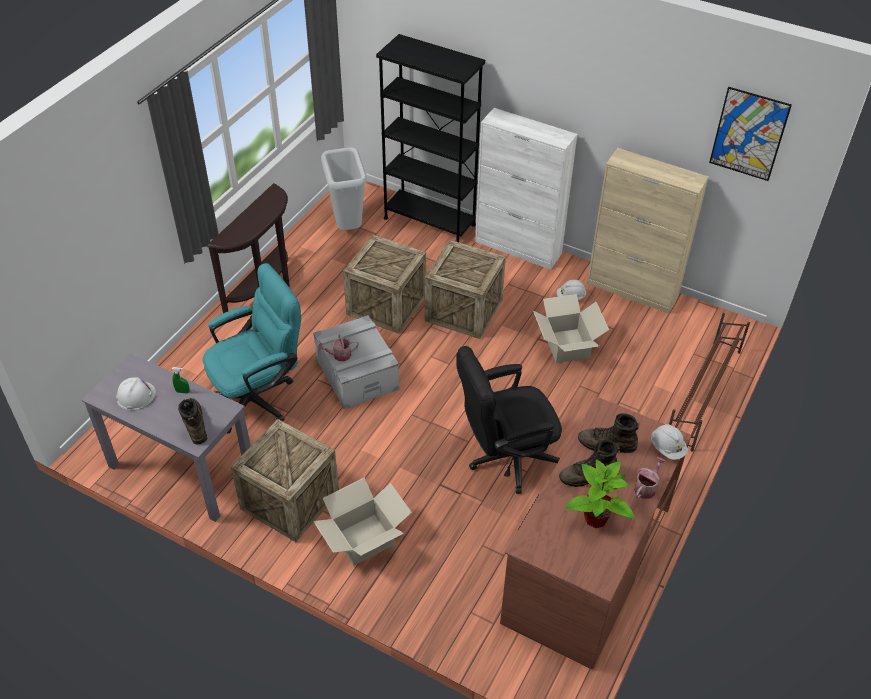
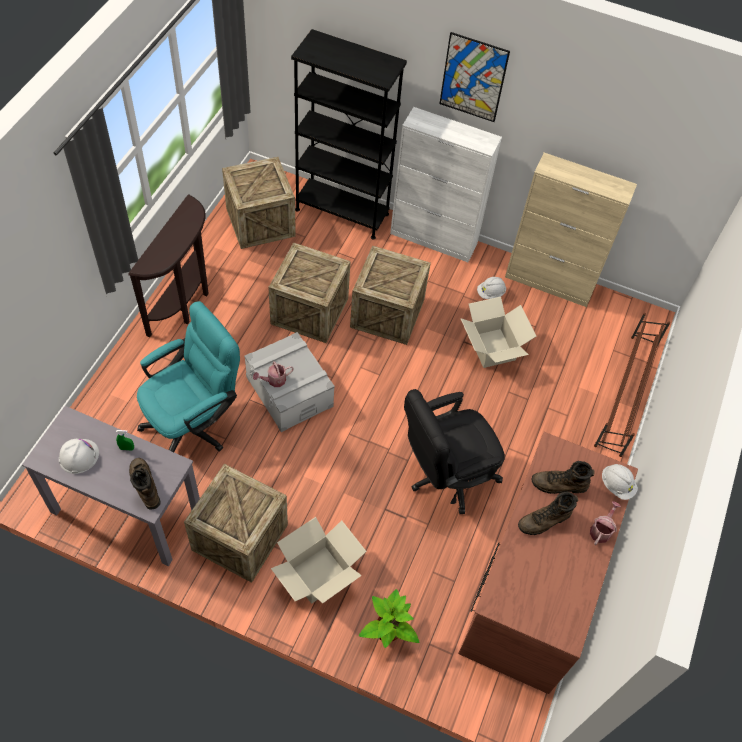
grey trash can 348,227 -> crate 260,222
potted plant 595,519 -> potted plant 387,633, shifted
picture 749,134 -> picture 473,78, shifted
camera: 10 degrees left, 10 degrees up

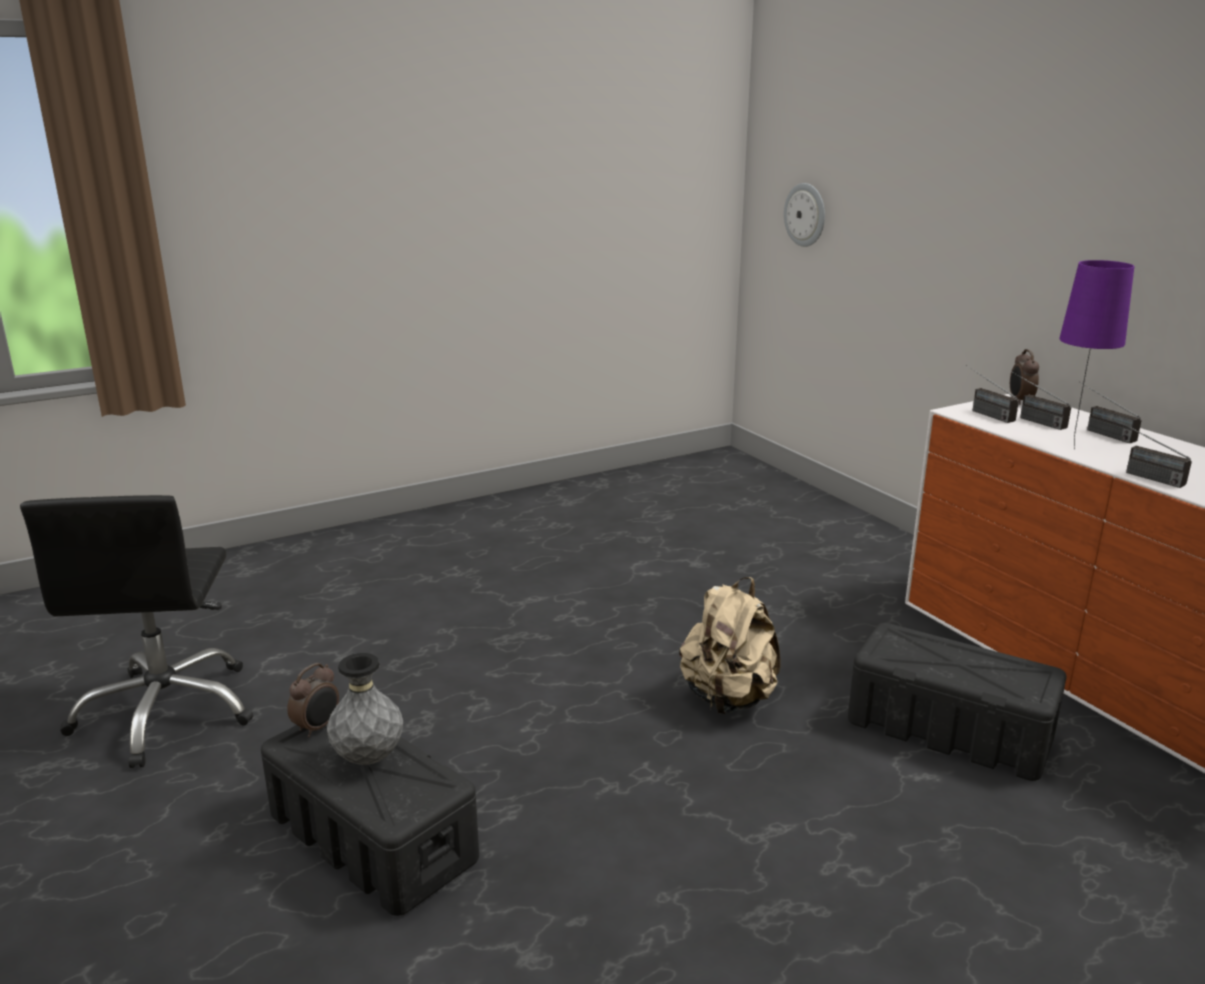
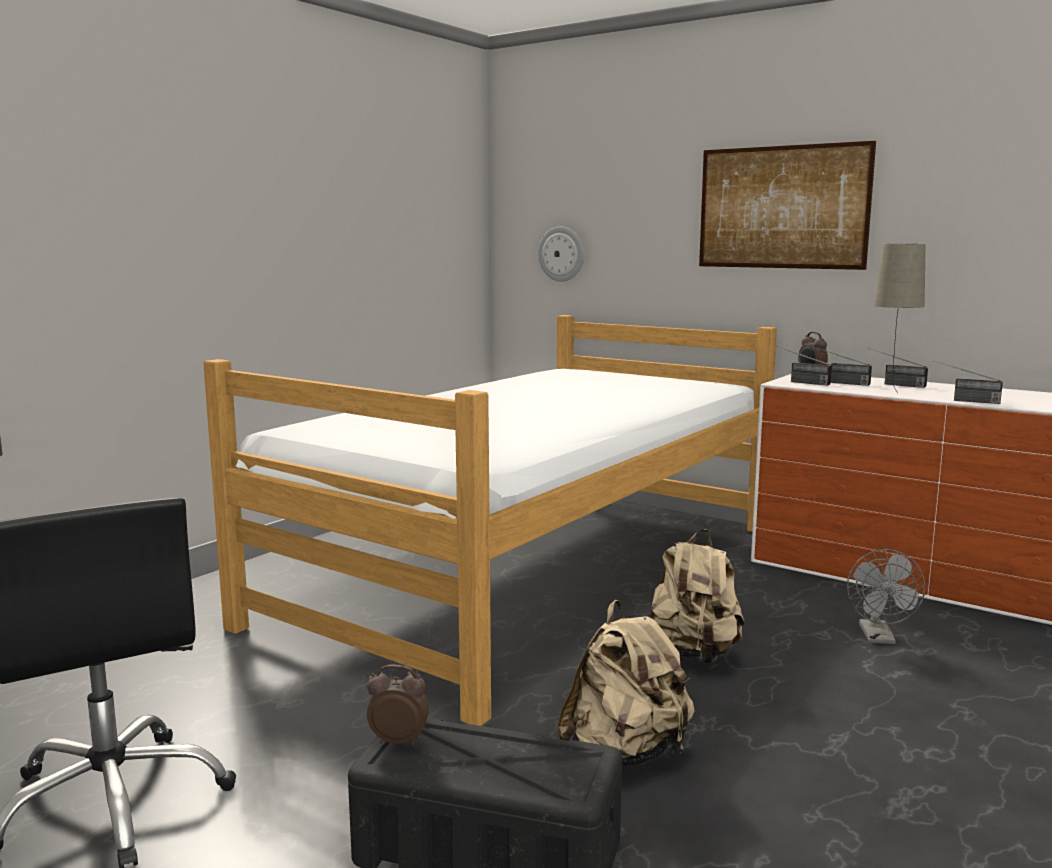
alarm clock 317,727 -> alarm clock 399,740, 90 degrees counterclockwise
grey vase 368,758 -> none
black storage box 950,730 -> grey fan 879,638
purple table lamp 1072,444 -> beige table lamp 890,391
none -> bed 535,573
none -> beige backpack 625,753
none -> picture 782,207
camera: 25 degrees left, 10 degrees down

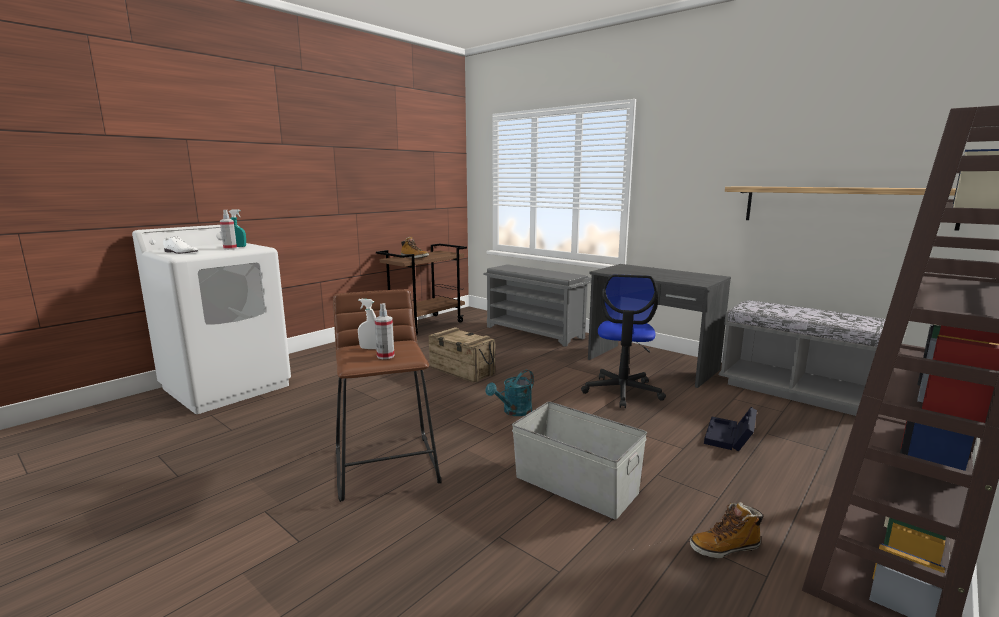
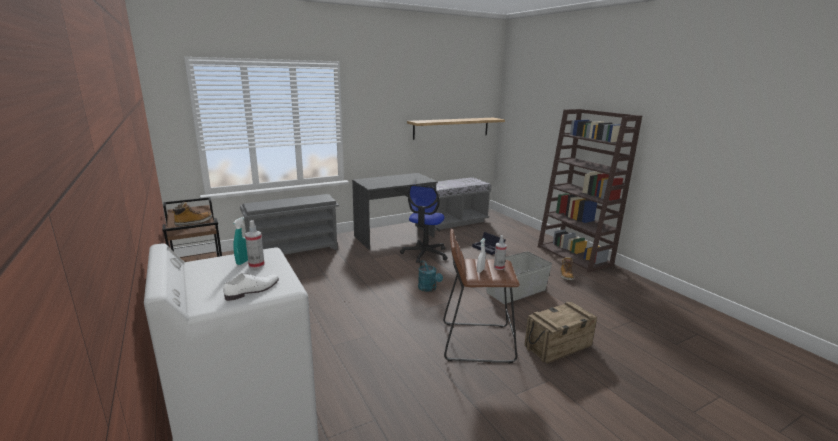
crate 461,370 -> crate 558,346, shifted
office chair 622,392 -> office chair 425,254, 75 degrees clockwise
camera: 70 degrees left, 5 degrees up

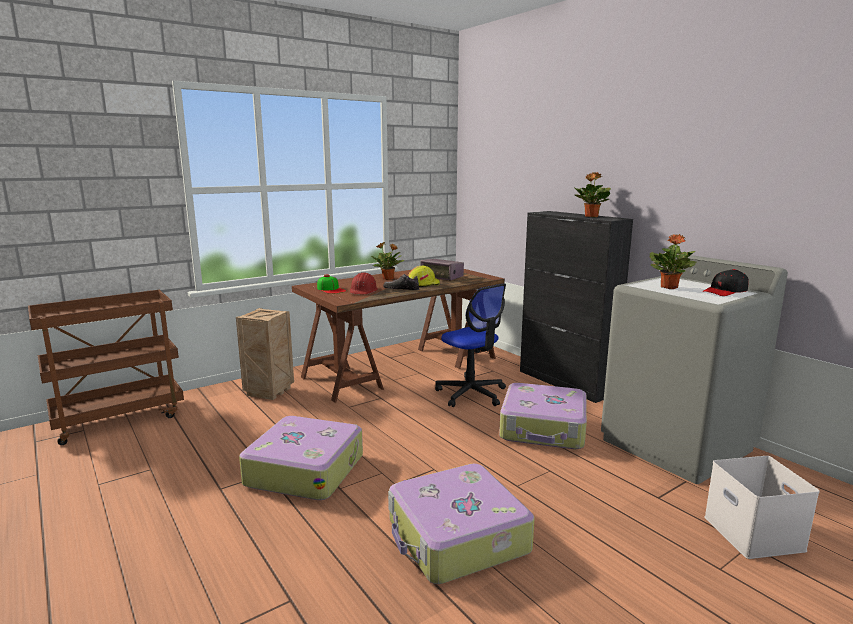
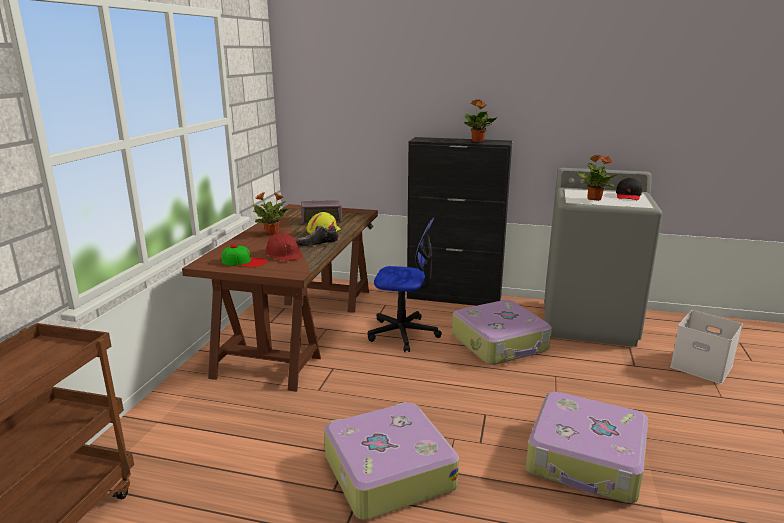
crate 269,391 -> none
camera: 40 degrees left, 5 degrees up

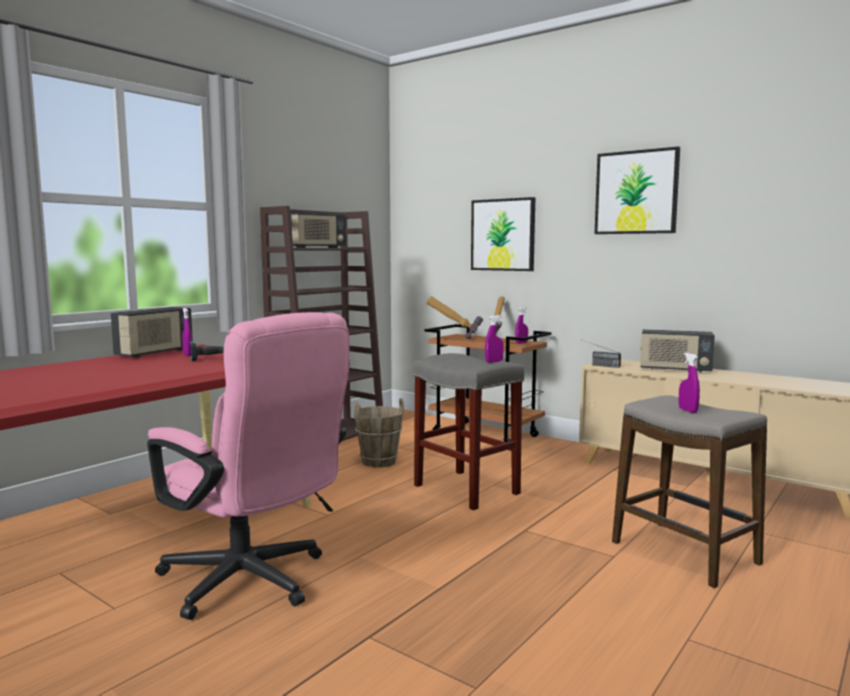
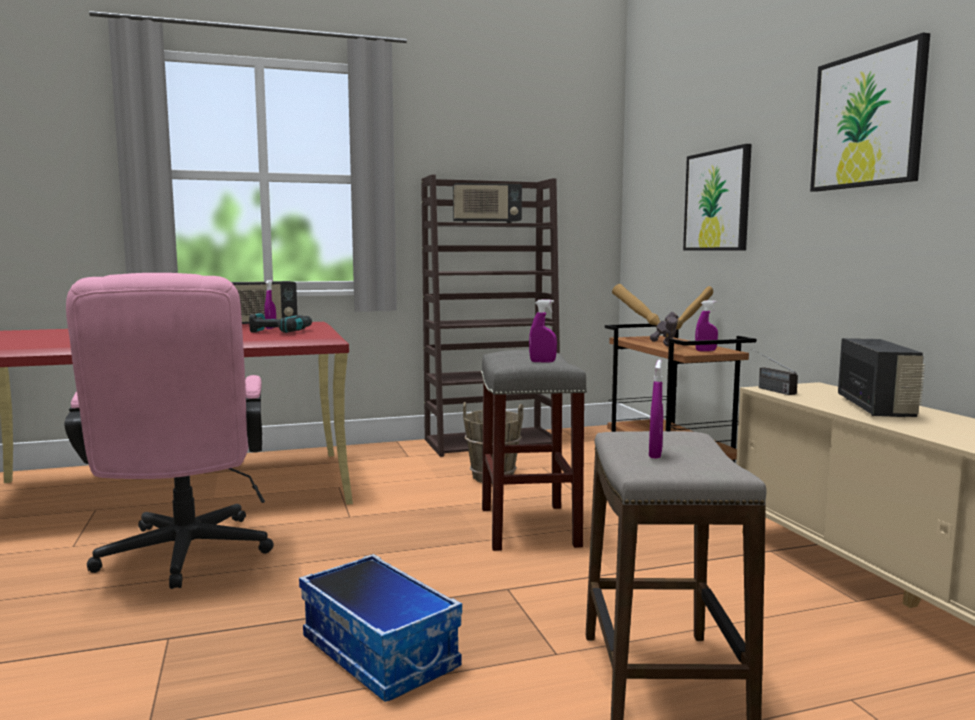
radio 674,370 -> radio 876,408, 135 degrees counterclockwise
none -> storage box 381,653
camera: 35 degrees right, 0 degrees up

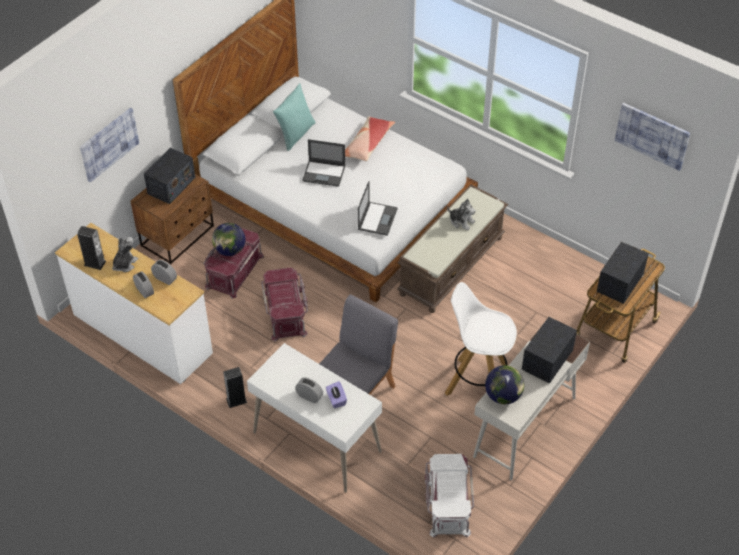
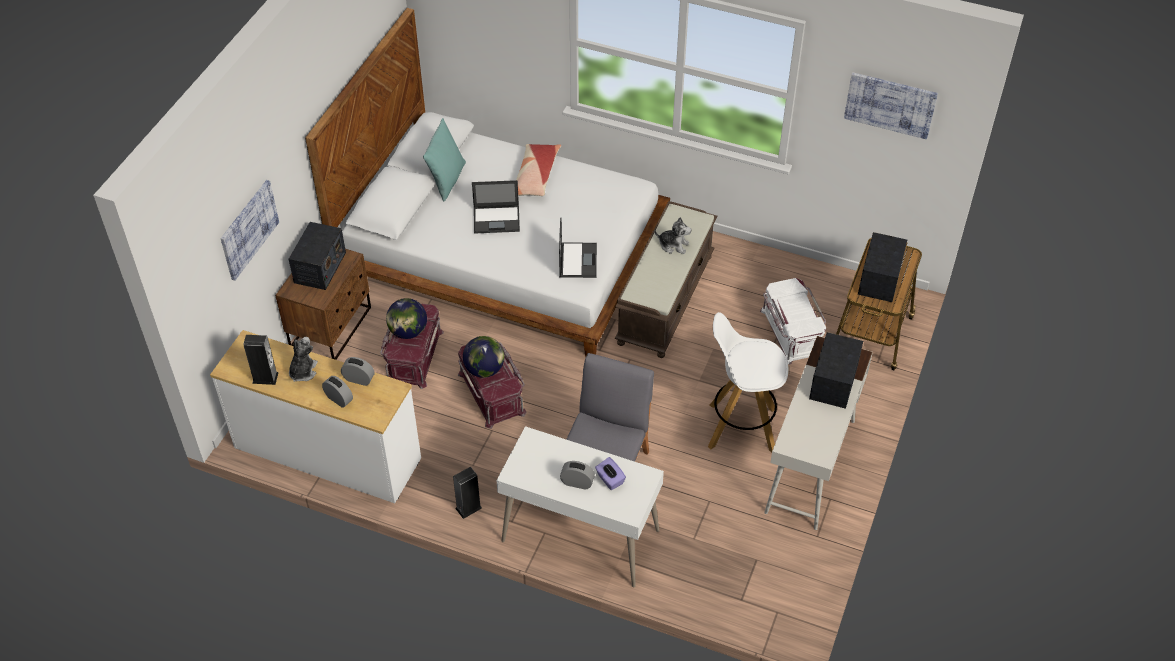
white storage box 447,503 -> white storage box 790,332, shifted
globe 503,396 -> globe 484,370, shifted
camera: 15 degrees left, 0 degrees up

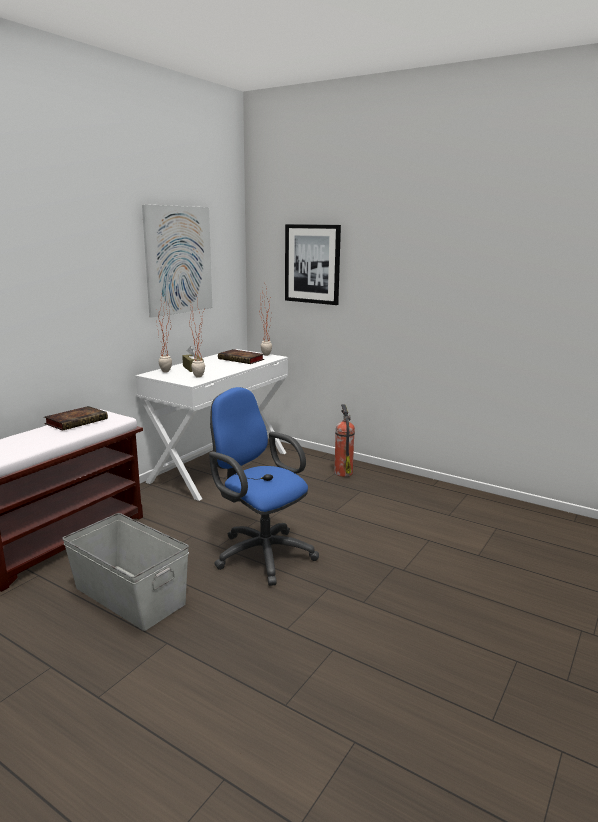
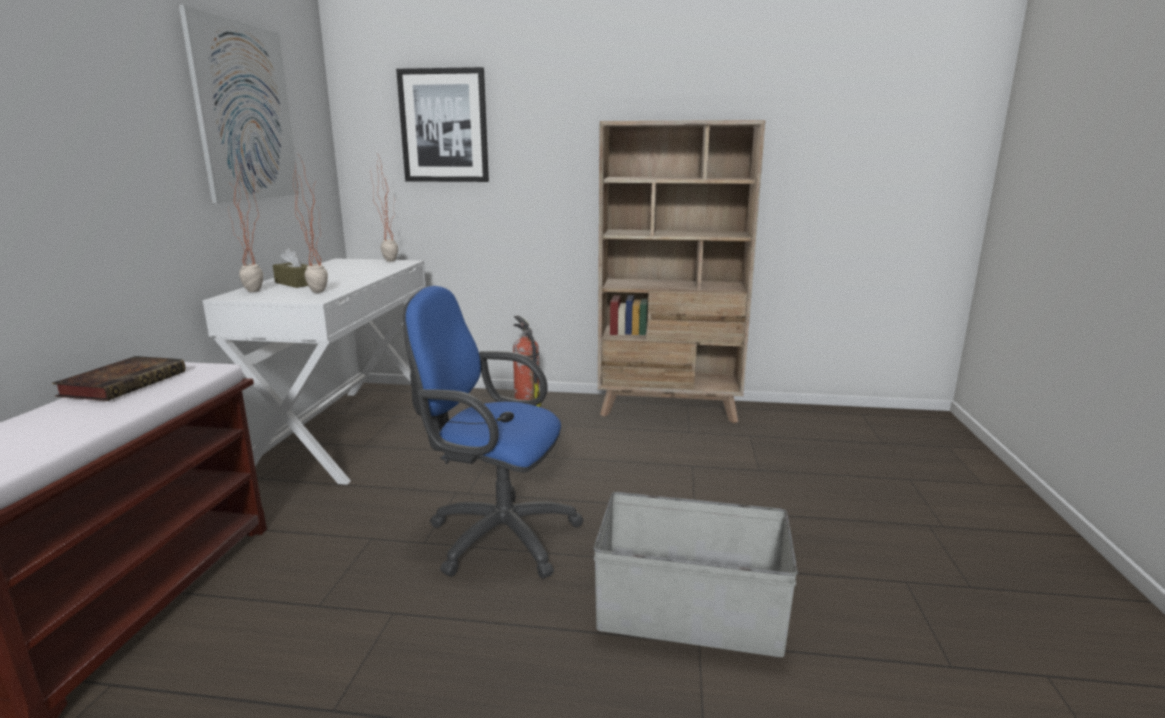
grey storage box 130,595 -> grey storage box 688,613, shifted
book 242,359 -> none
none -> beige bookcase 669,409
camera: 25 degrees left, 0 degrees up

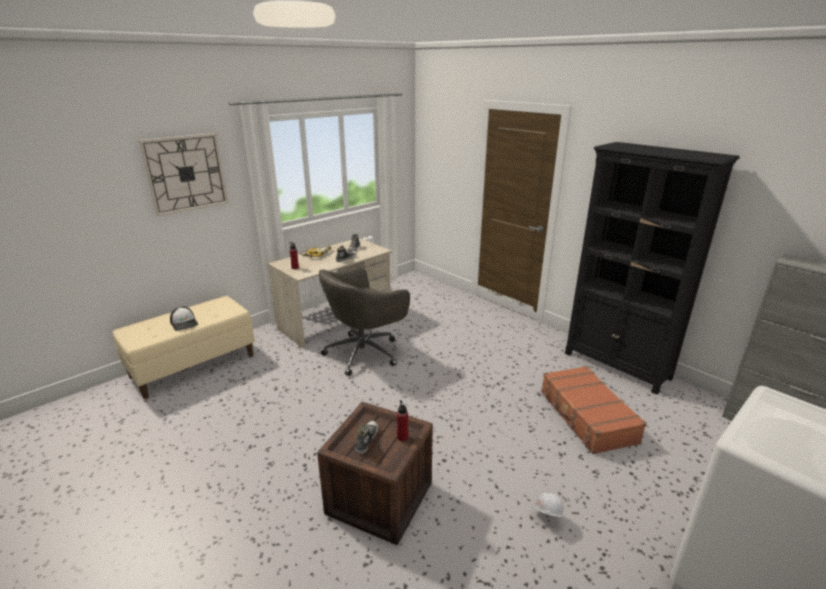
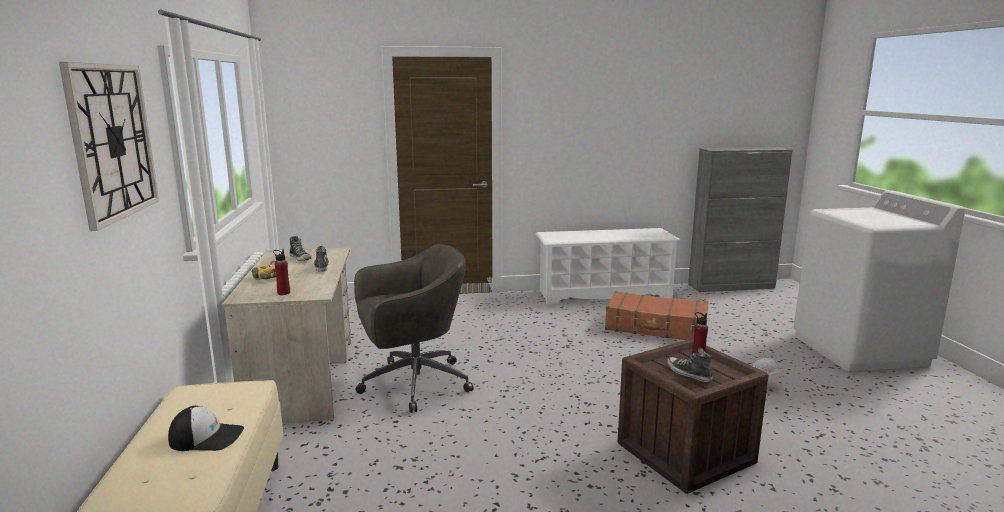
grey office chair 364,352 -> grey office chair 412,384, 105 degrees counterclockwise
black bookcase 617,366 -> white shoe rack 604,294
camera: 55 degrees left, 10 degrees down

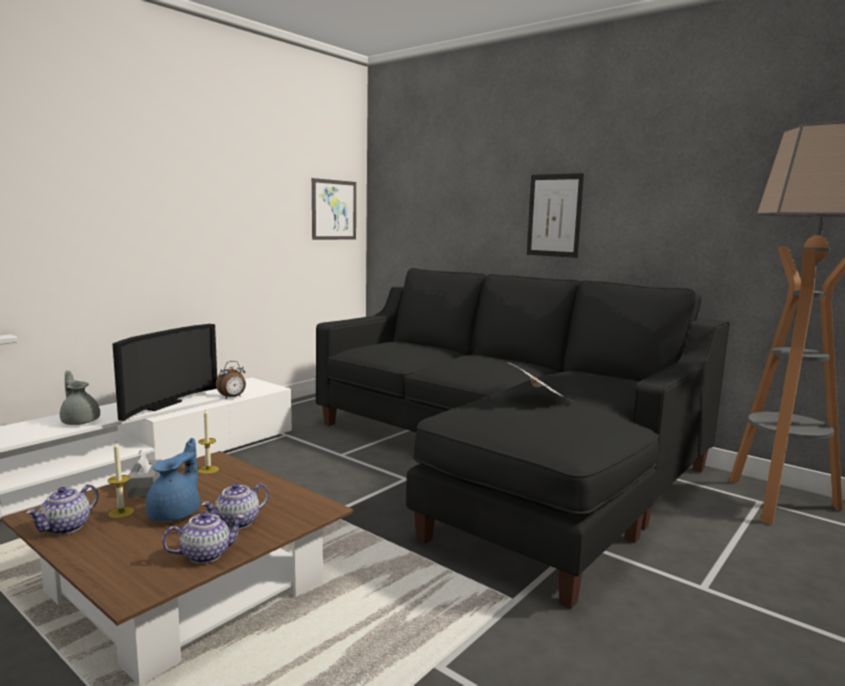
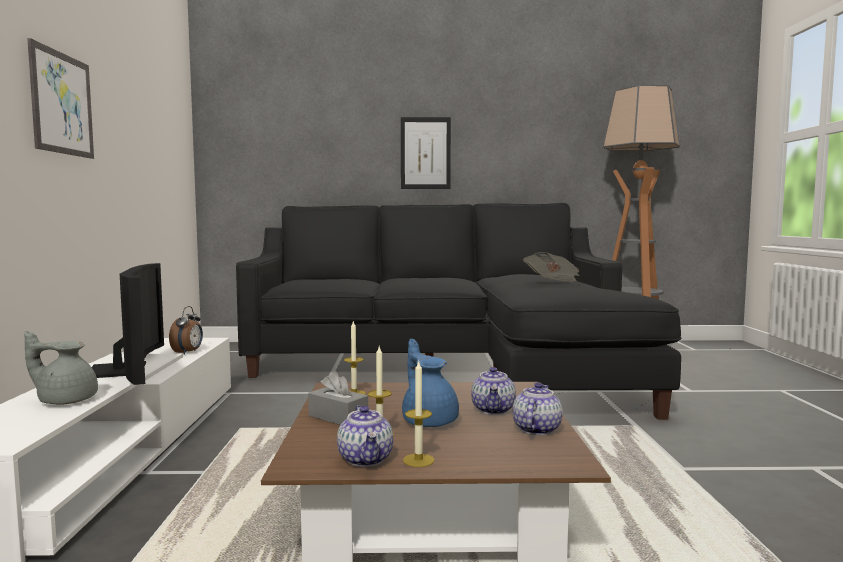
picture 334,210 -> picture 62,103, shifted
none -> candle 418,460
camera: 40 degrees left, 5 degrees down

